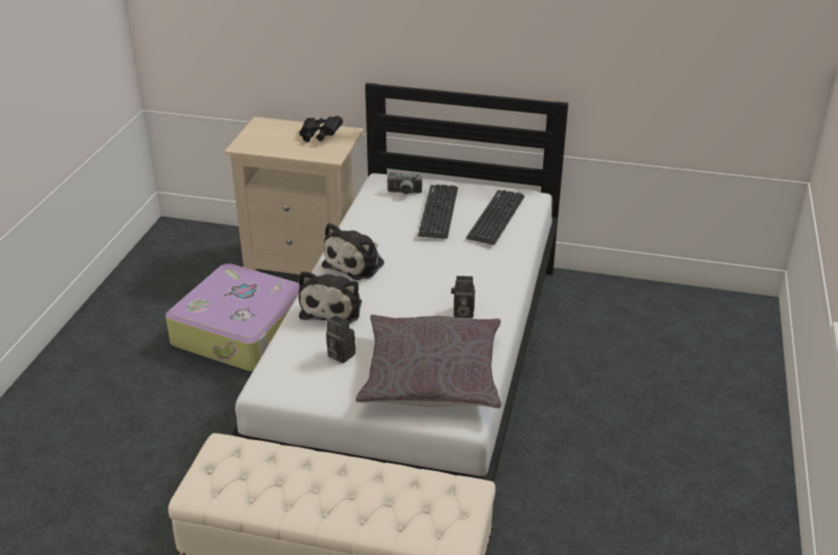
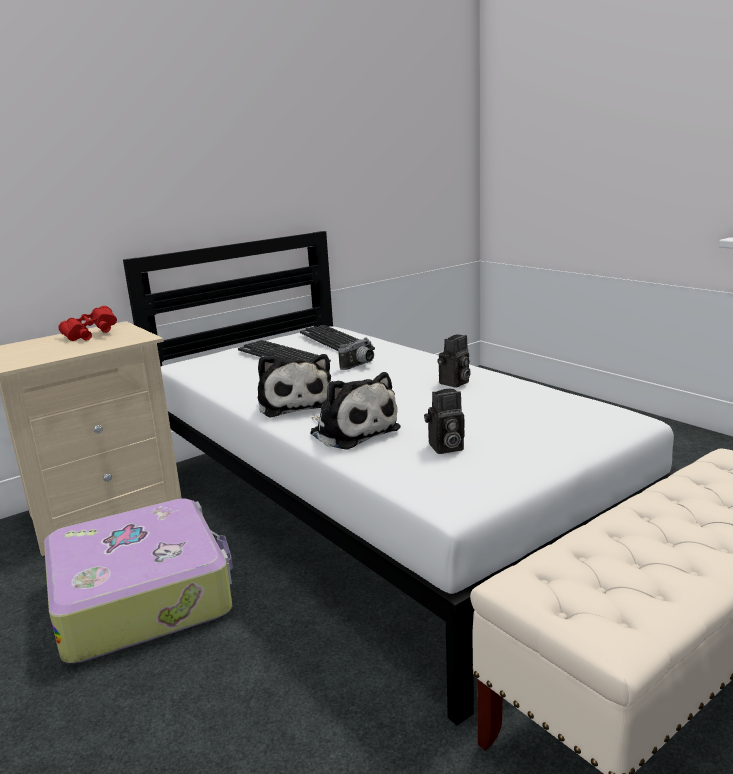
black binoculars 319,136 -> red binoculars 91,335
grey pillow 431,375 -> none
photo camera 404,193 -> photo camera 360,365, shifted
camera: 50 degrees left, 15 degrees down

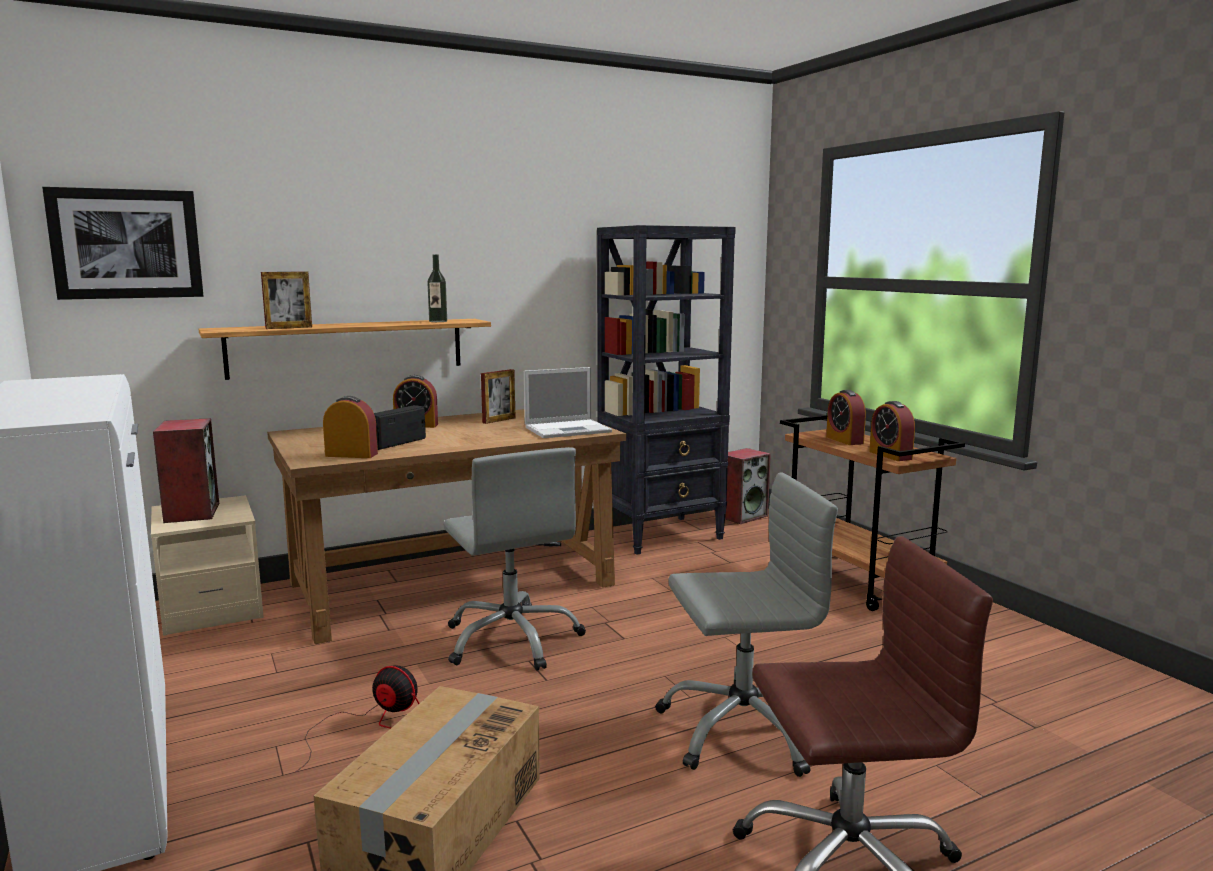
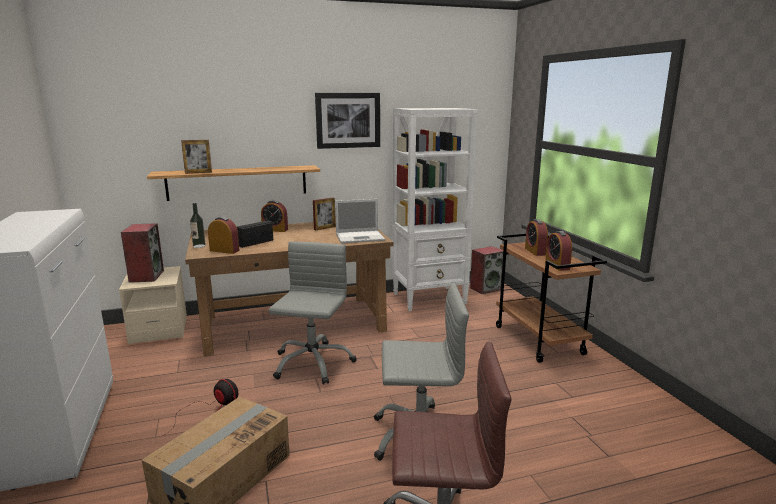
picture 126,244 -> picture 348,120, shifted
bottle 438,321 -> bottle 199,246, shifted
grey office chair 512,639 -> grey office chair 312,363, 150 degrees counterclockwise
black bookcase 662,535 -> white bookcase 430,298
camera: 10 degrees right, 5 degrees up

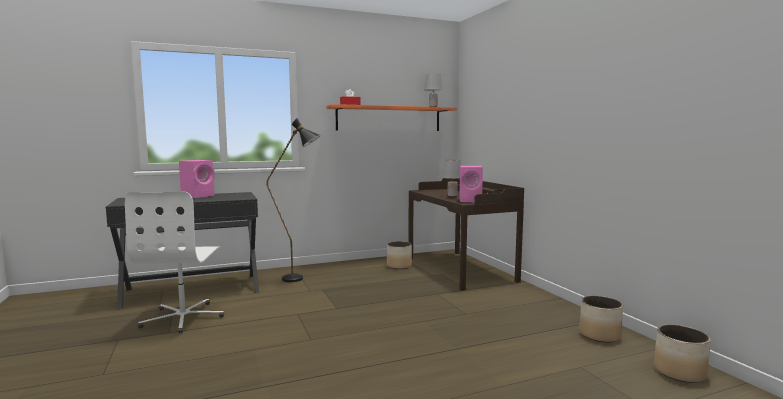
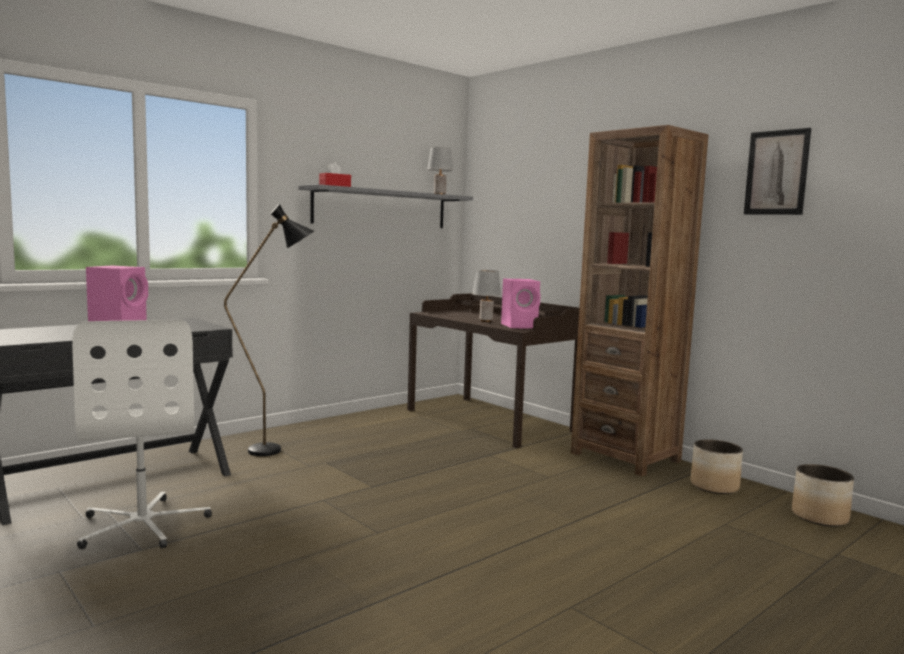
orange shelf 389,119 -> grey shelf 381,208
planter 399,266 -> none
none -> brown bookcase 625,457
none -> picture 776,172
camera: 20 degrees left, 0 degrees up

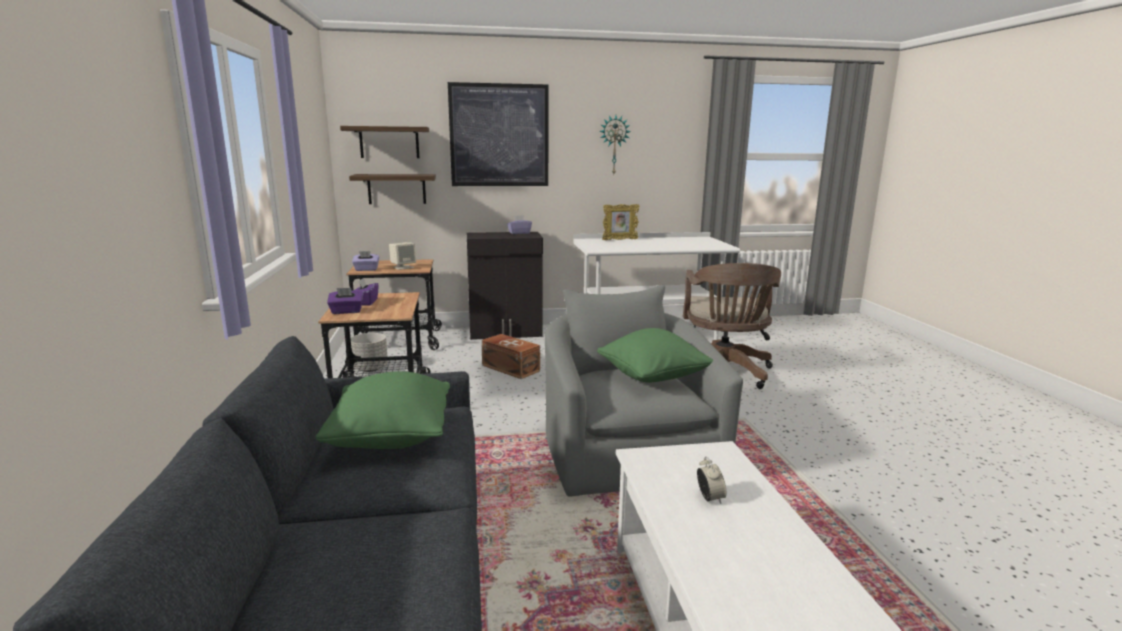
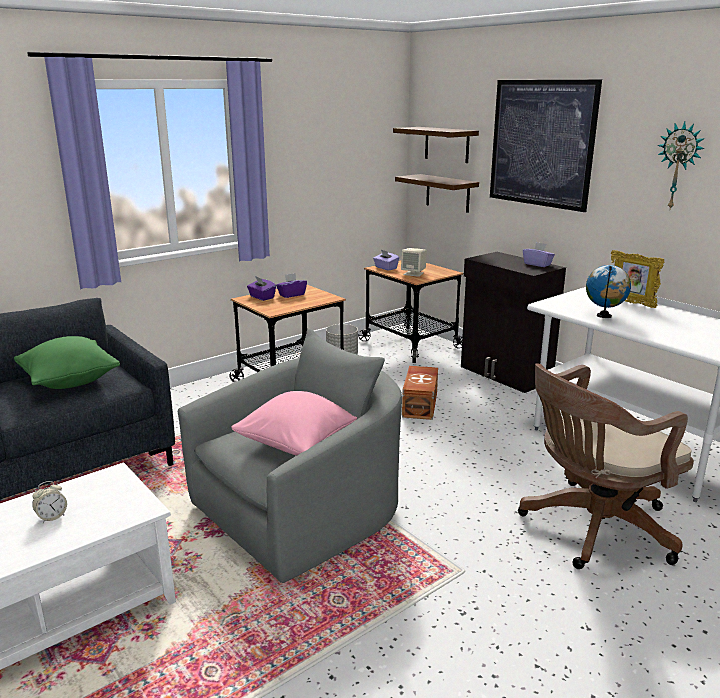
green pillow 653,378 -> pink pillow 297,446
none -> globe 604,316
camera: 60 degrees right, 5 degrees up

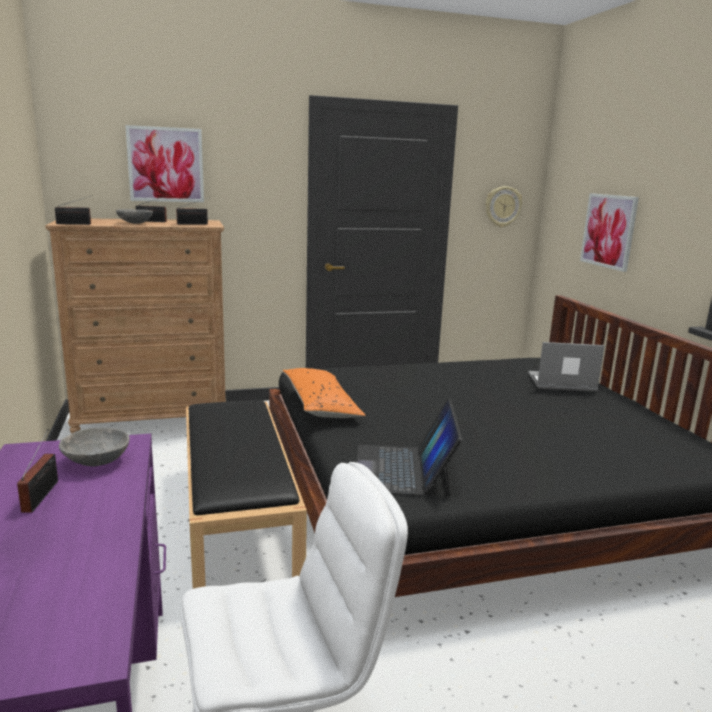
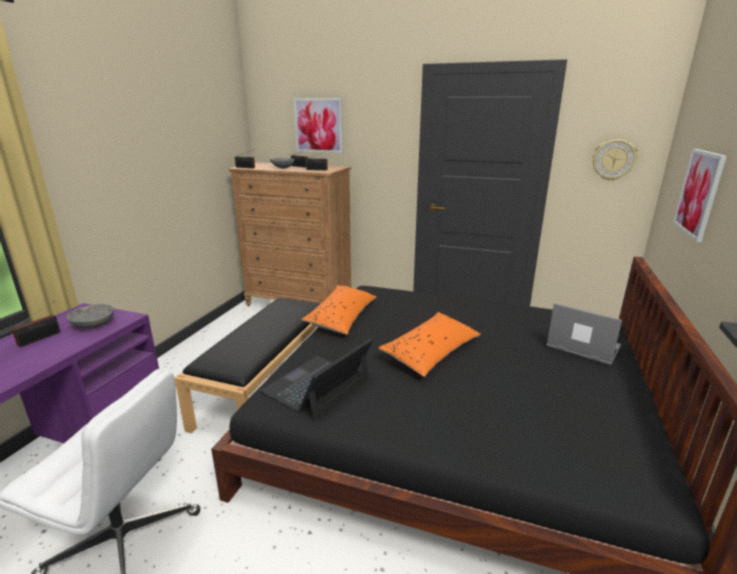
none -> orange pillow 431,352
camera: 35 degrees right, 5 degrees up

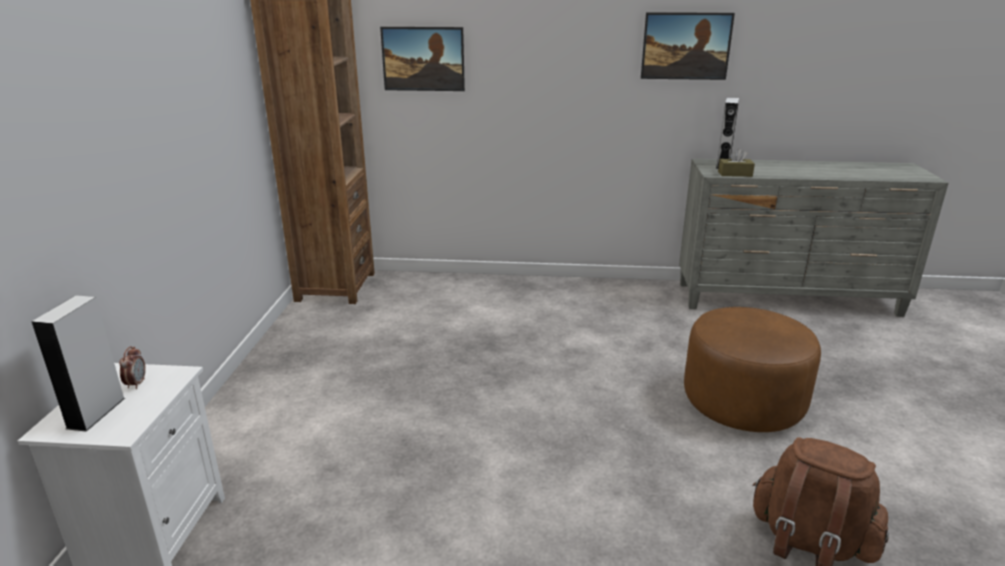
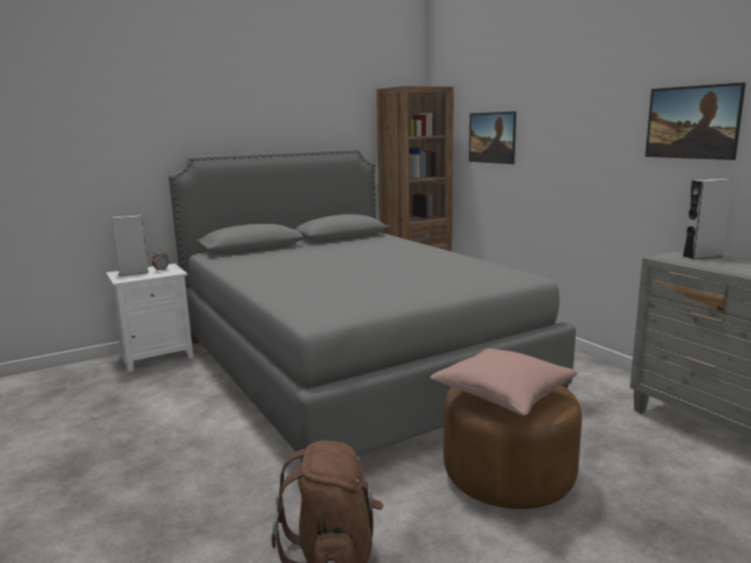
brown tissue box 735,174 -> none
none -> grey bed 352,367
none -> pink pillow 503,394
camera: 55 degrees right, 10 degrees down

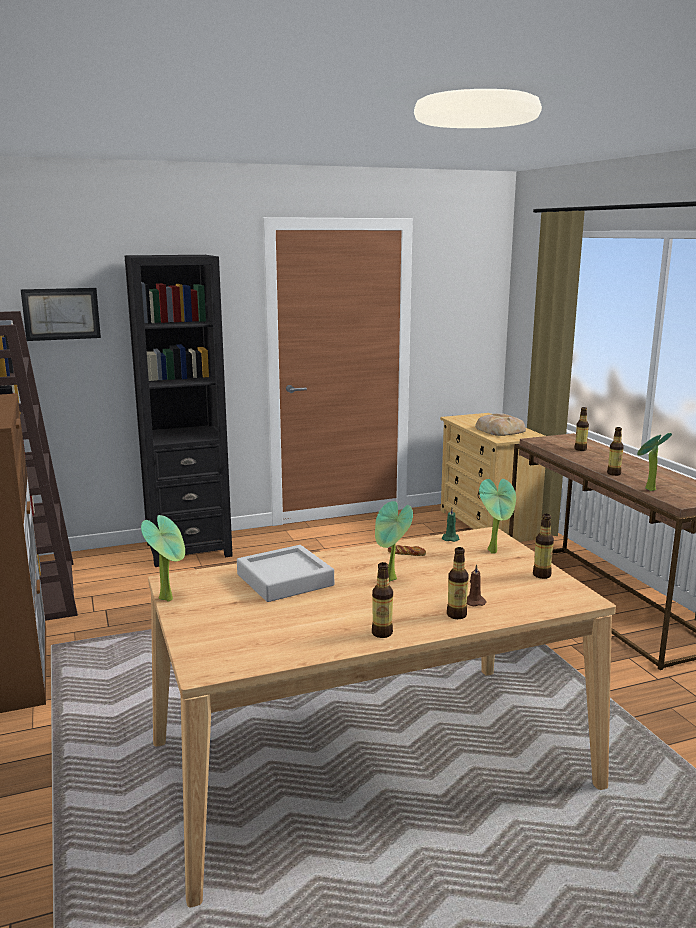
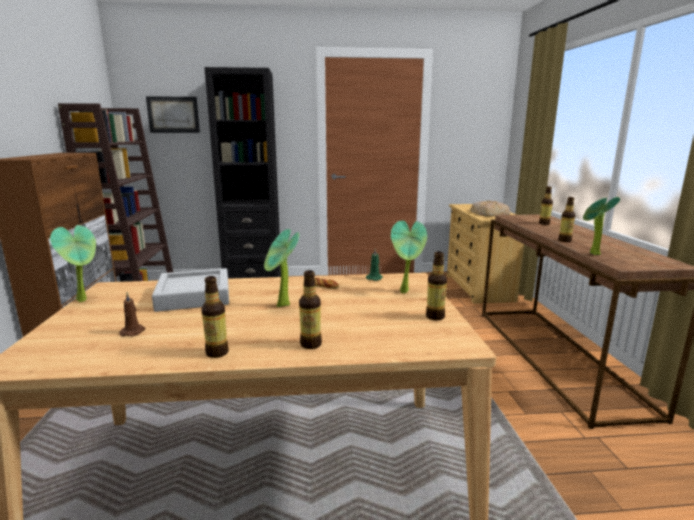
brown candle 474,601 -> brown candle 133,331, shifted
camera: 15 degrees right, 0 degrees up

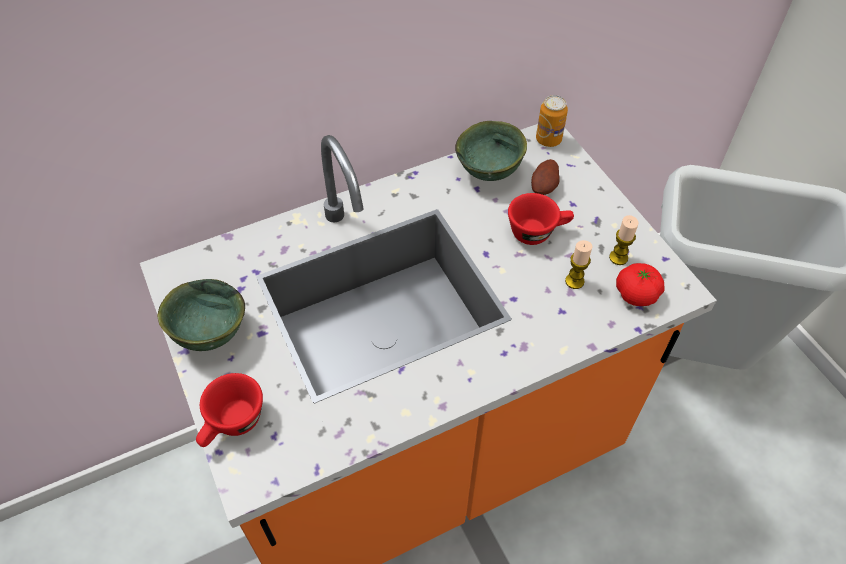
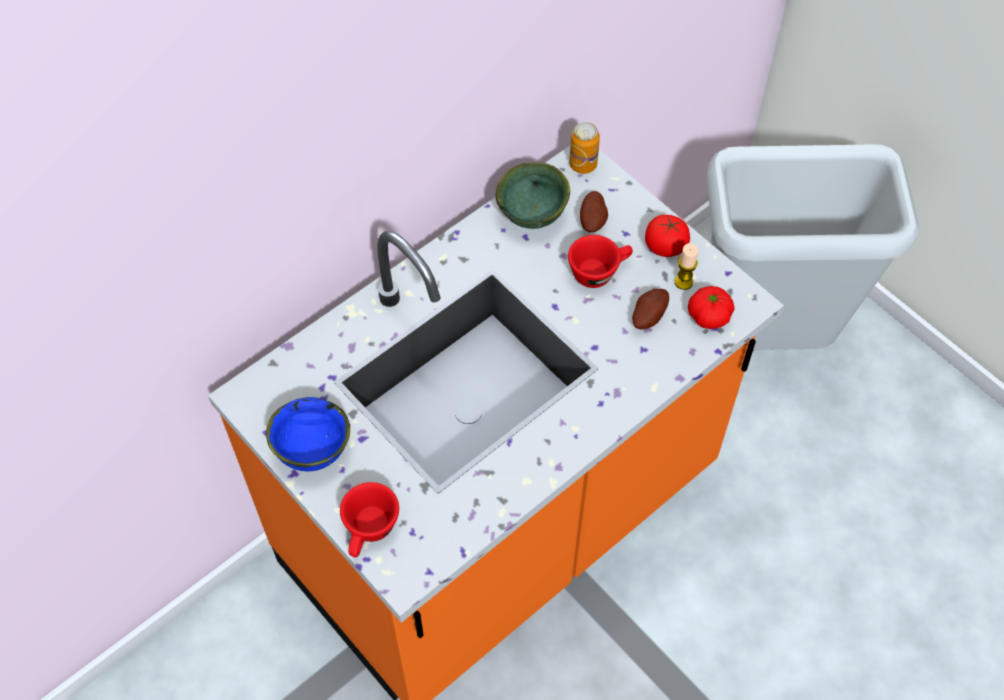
green bowl 209,334 -> blue bowl 311,452
candle 574,281 -> potato 648,316
none -> tomato 665,246
camera: 15 degrees left, 5 degrees up

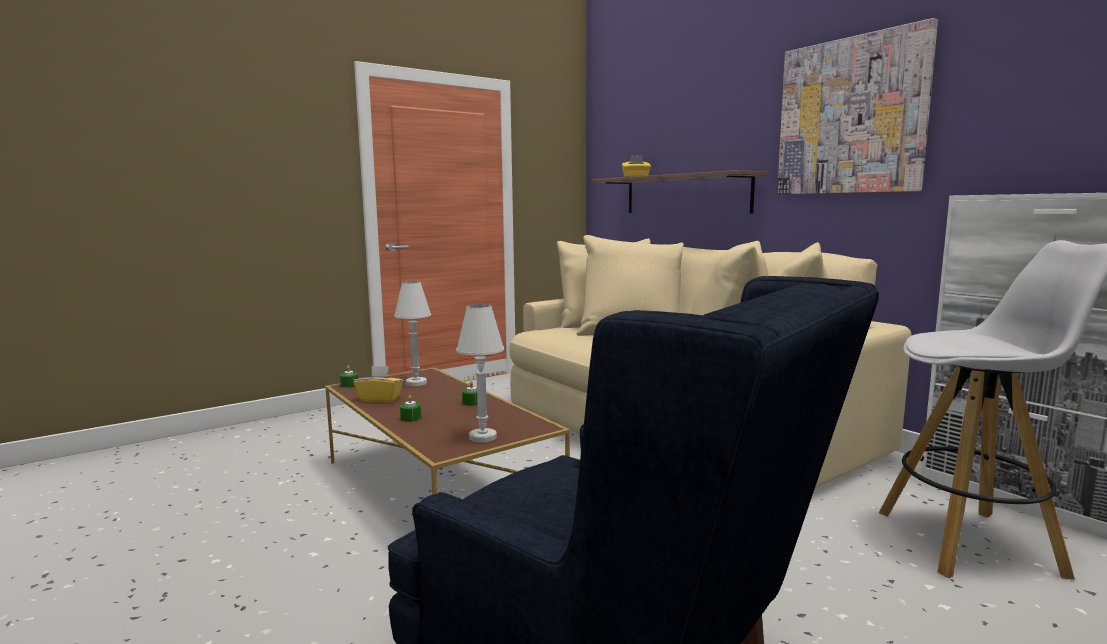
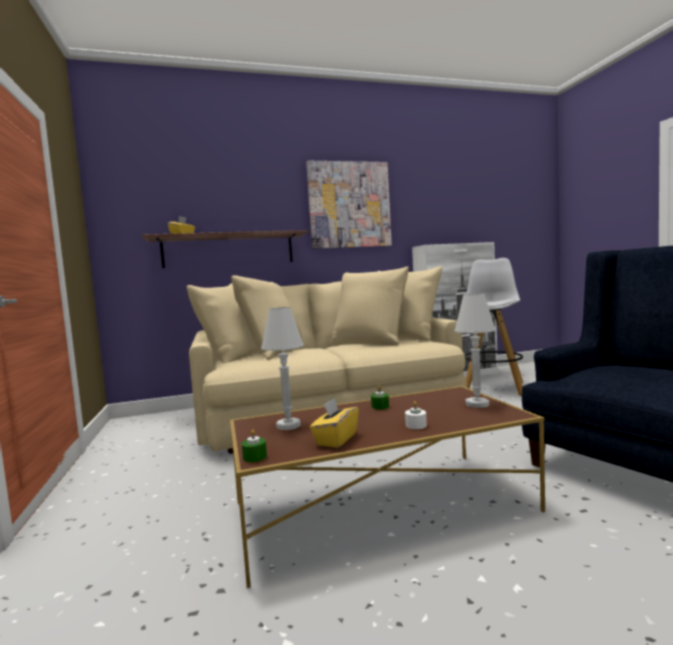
green candle 411,418 -> white candle 416,425
camera: 70 degrees left, 5 degrees down

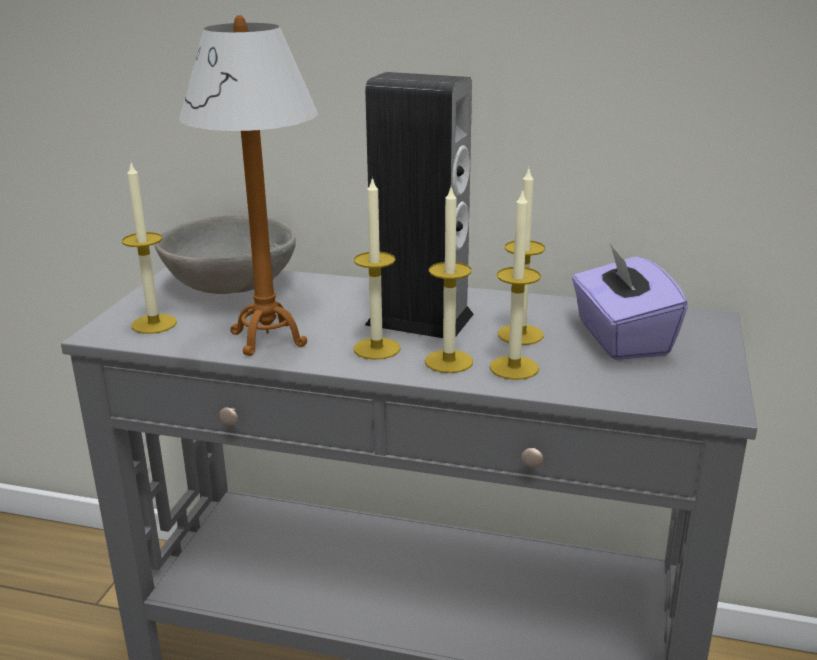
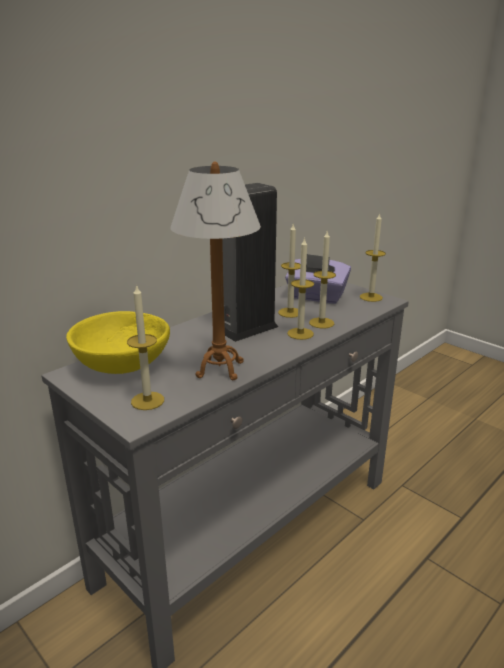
grey bowl 232,286 -> yellow bowl 124,364
candle 376,348 -> candle 371,297, shifted
camera: 60 degrees left, 0 degrees up

